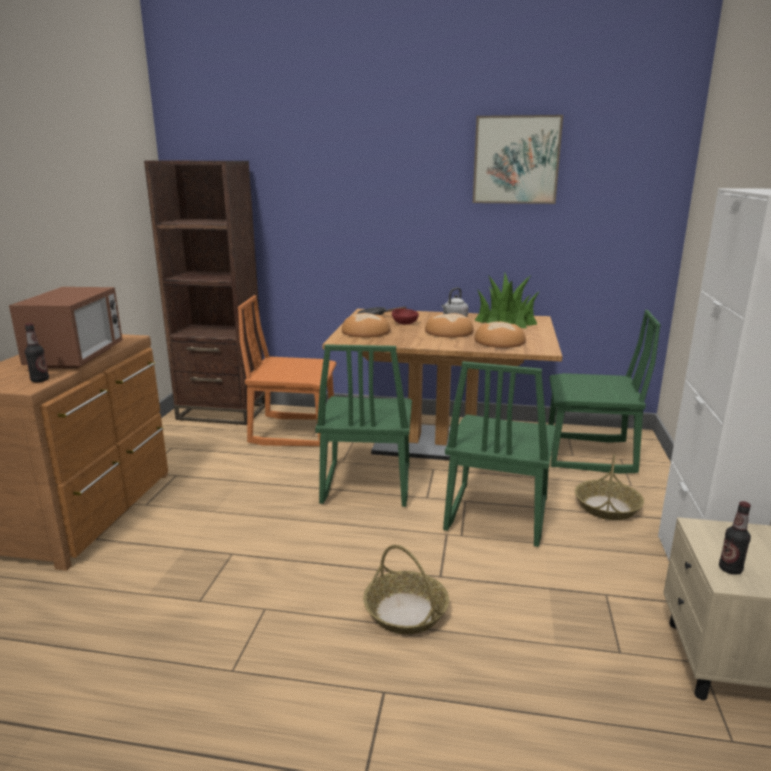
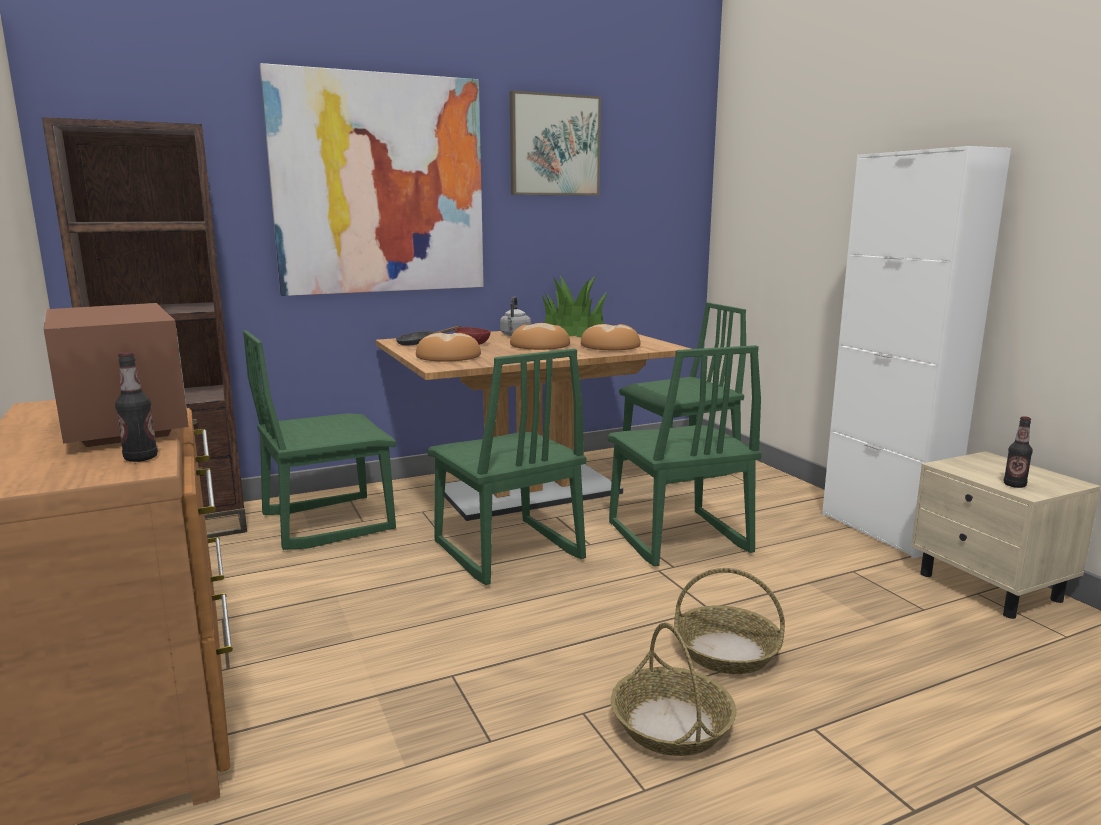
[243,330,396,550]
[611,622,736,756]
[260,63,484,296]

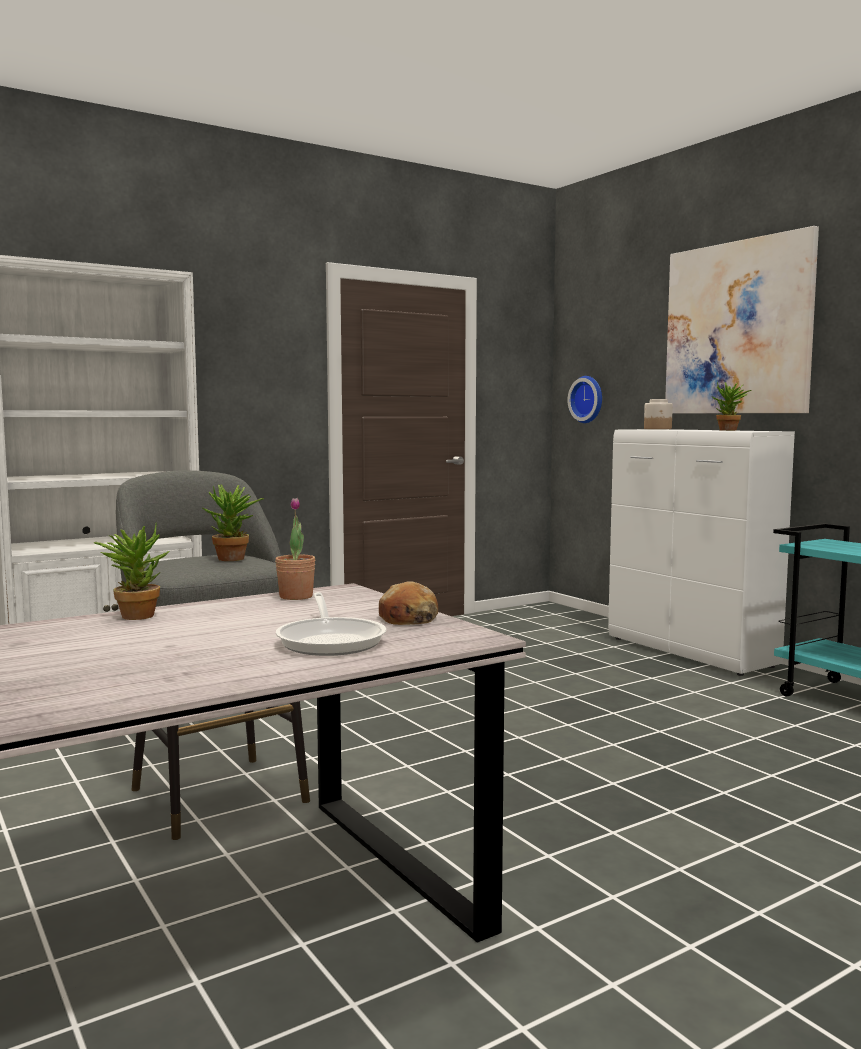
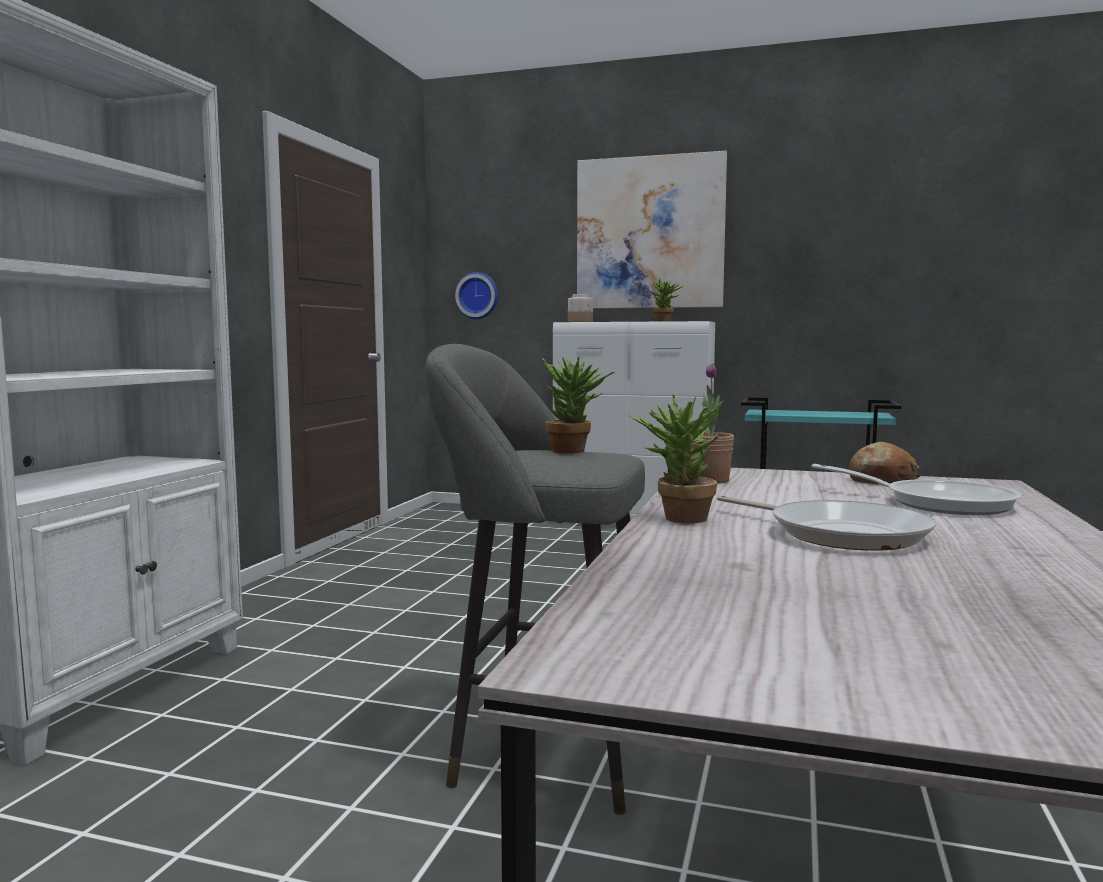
[717,495,937,551]

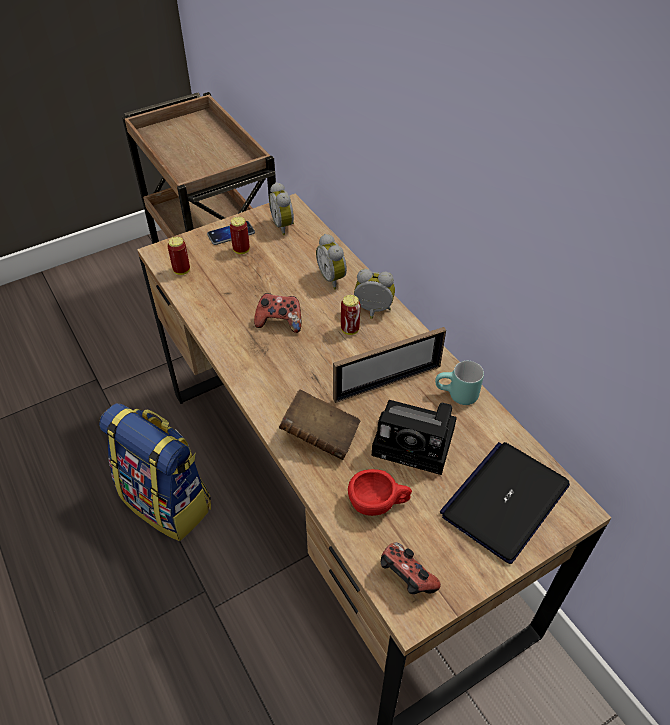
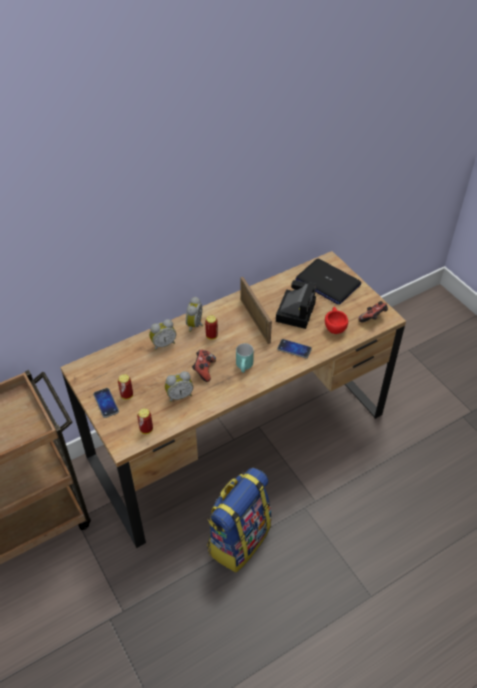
[165,371,193,402]
[236,343,254,373]
[277,339,312,358]

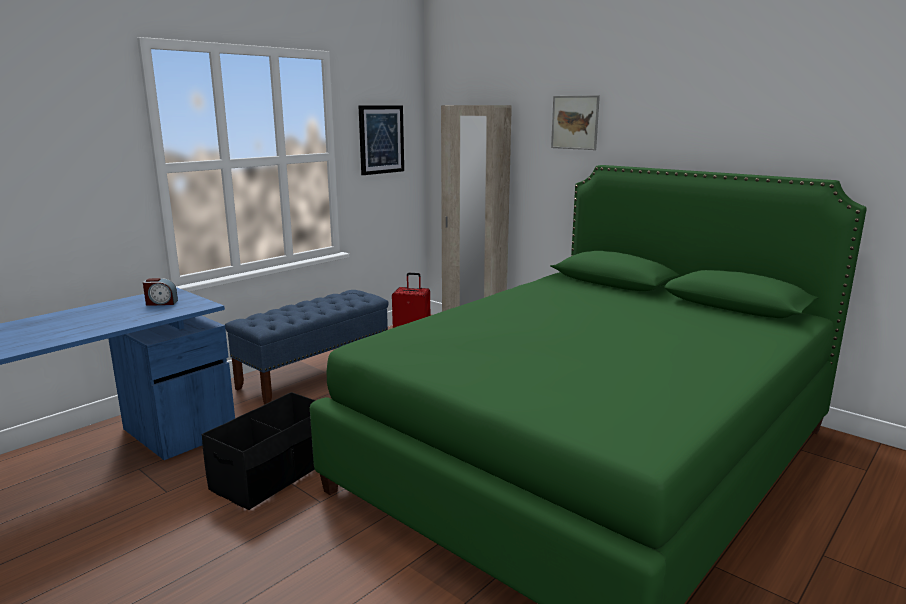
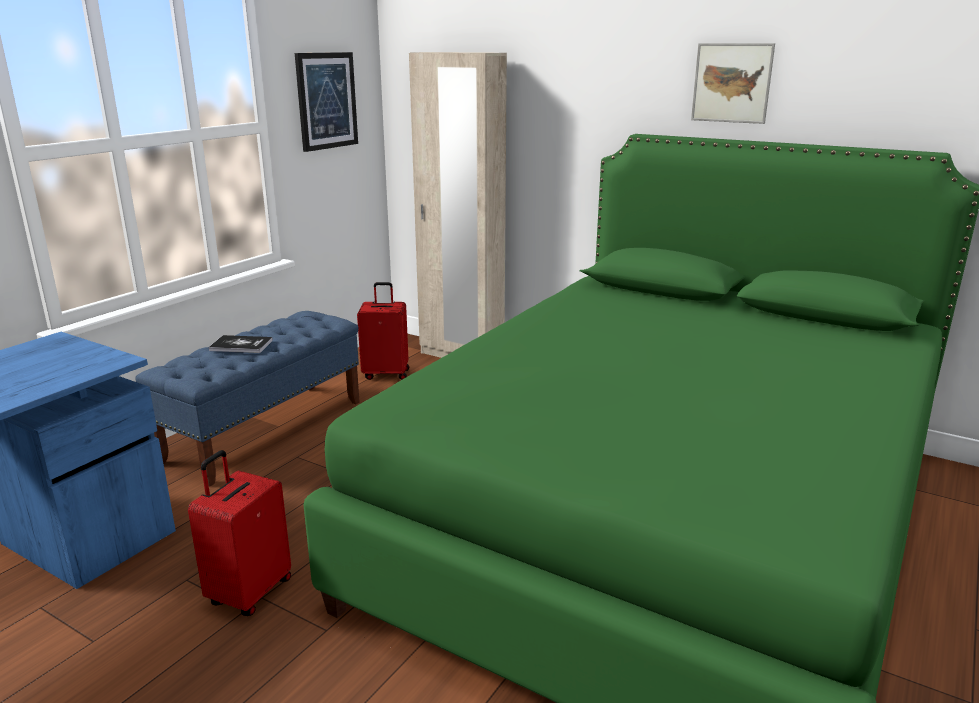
[691,43,775,124]
[143,278,178,306] (first image)
[188,450,291,616]
[208,335,273,353]

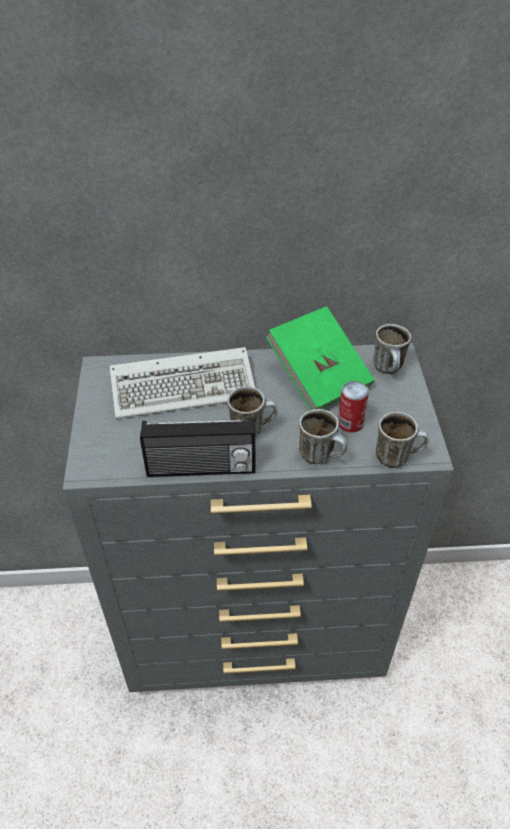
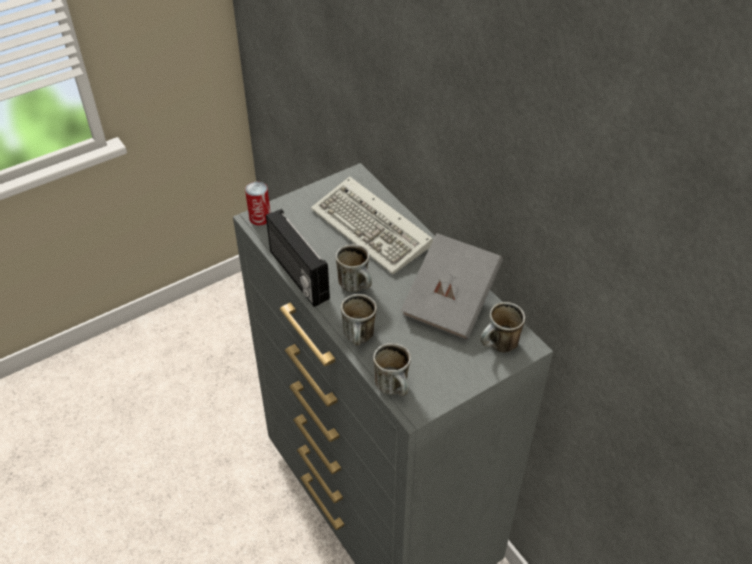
[400,233,503,340]
[245,181,271,226]

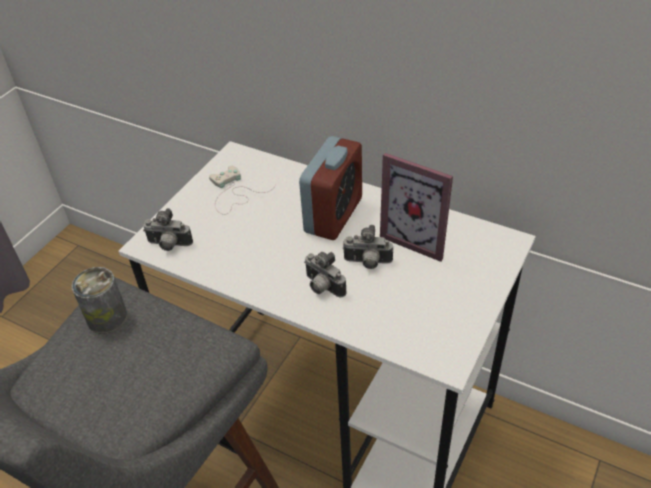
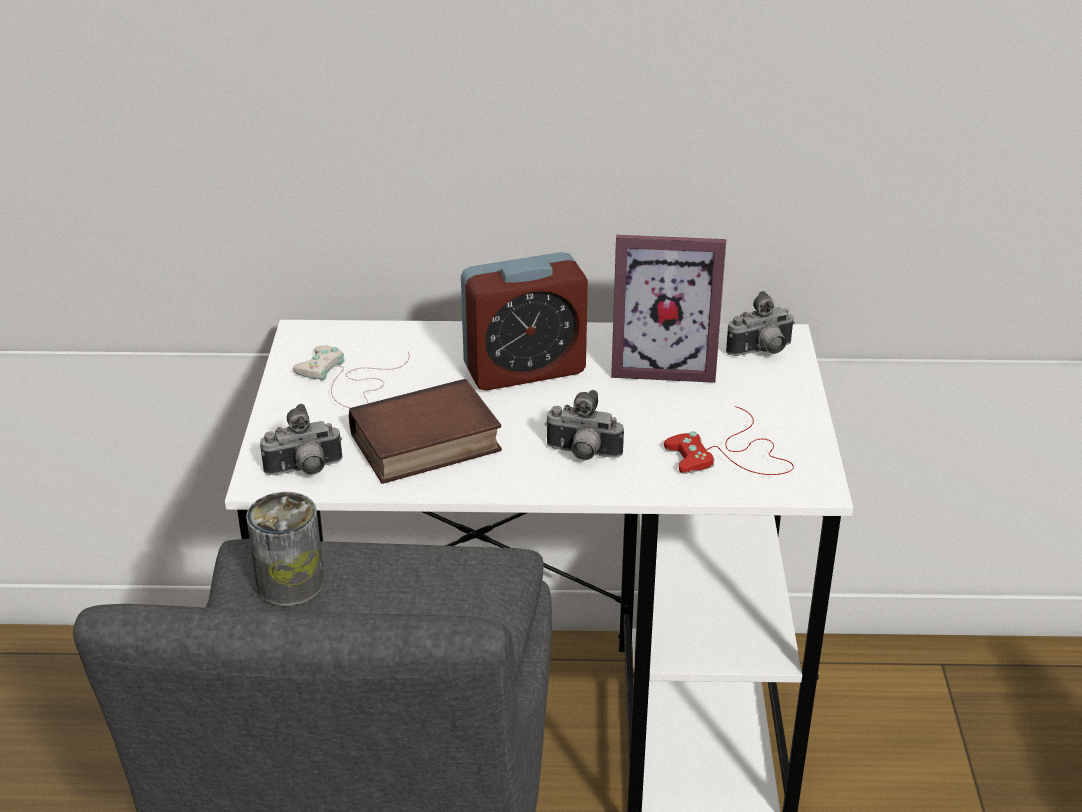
[461,252,588,391]
[726,291,795,356]
[349,379,502,484]
[664,406,794,475]

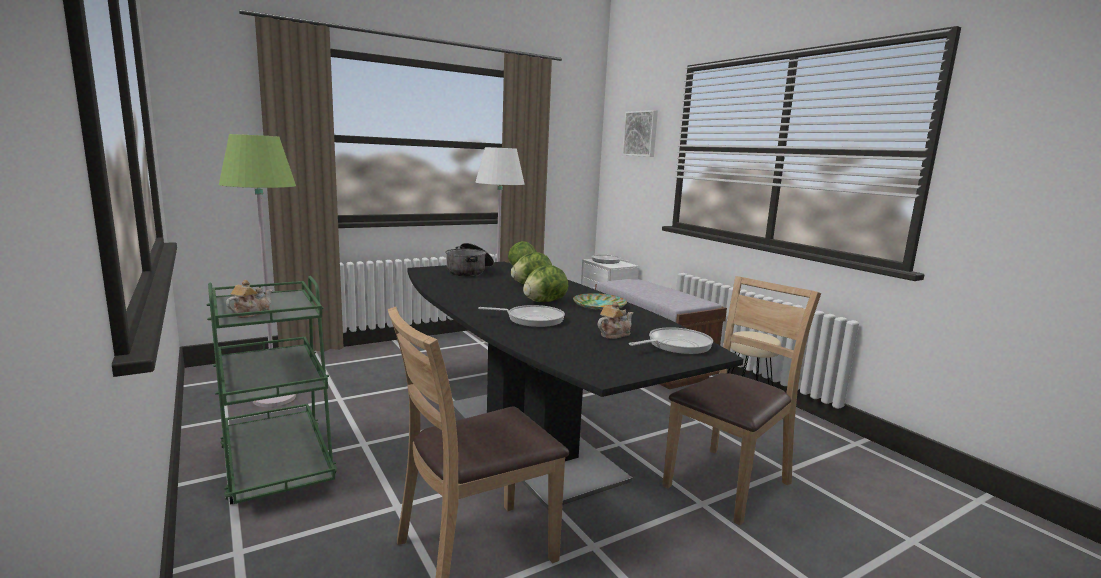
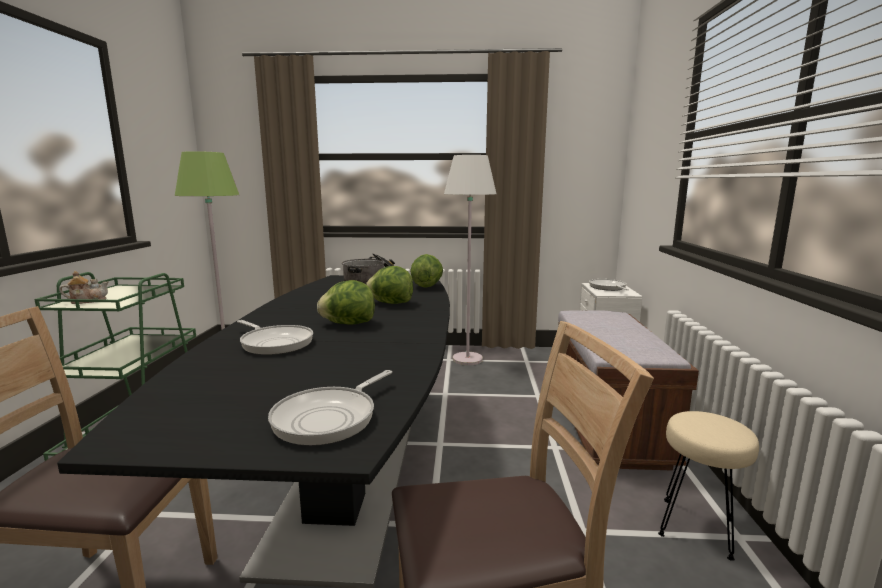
[622,110,658,157] (first image)
[573,293,627,310] (first image)
[598,302,633,339] (first image)
[268,370,392,446]

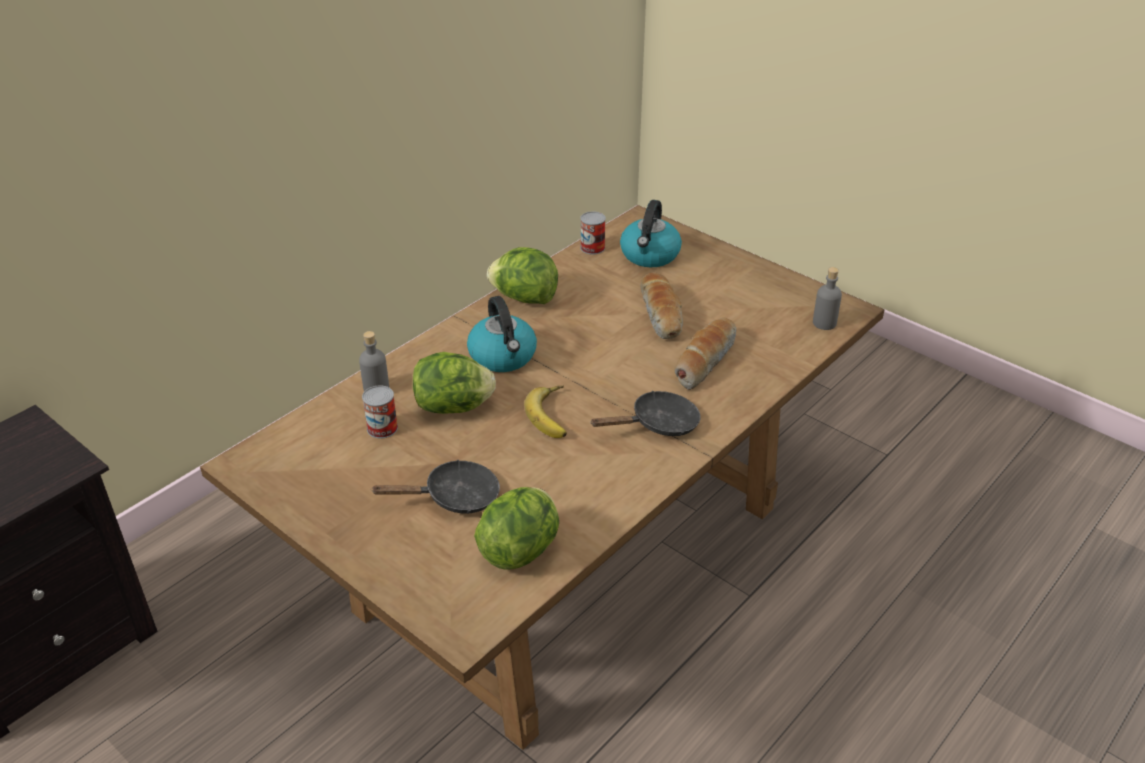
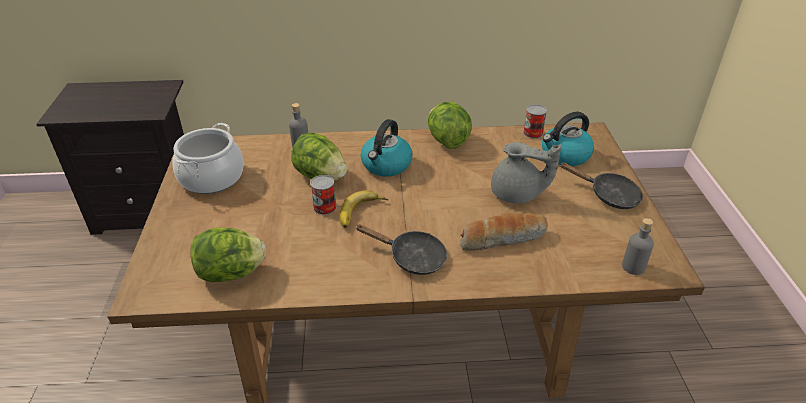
[491,142,561,203]
[310,175,336,215]
[560,162,643,209]
[172,123,244,194]

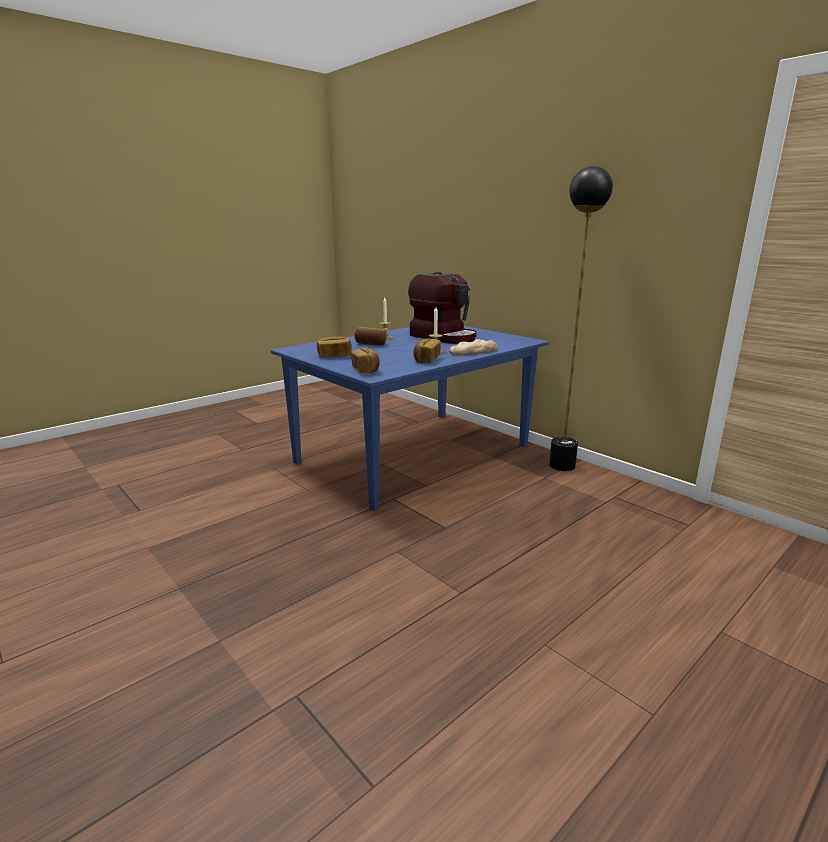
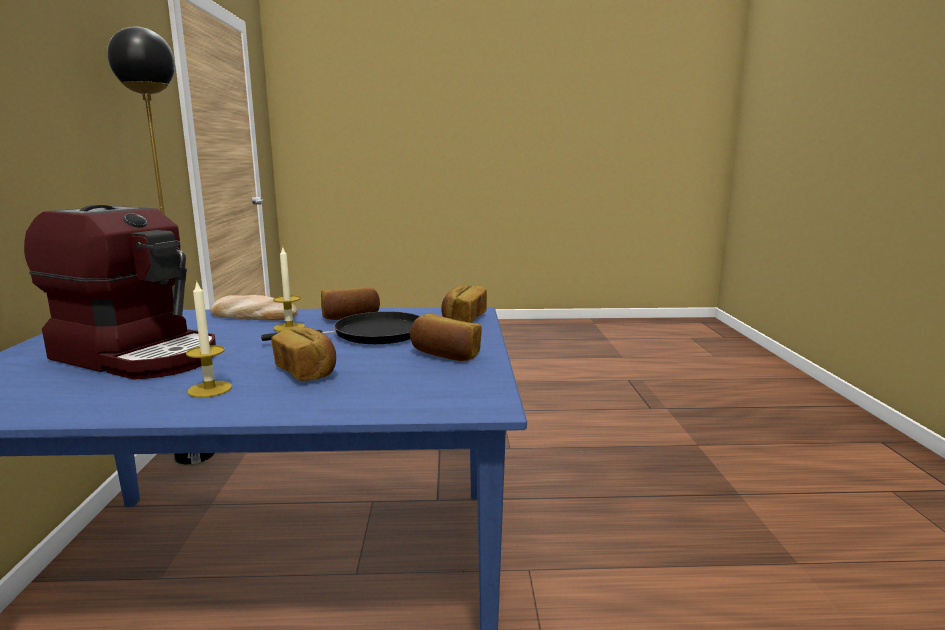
[24,205,216,380]
[261,311,420,344]

